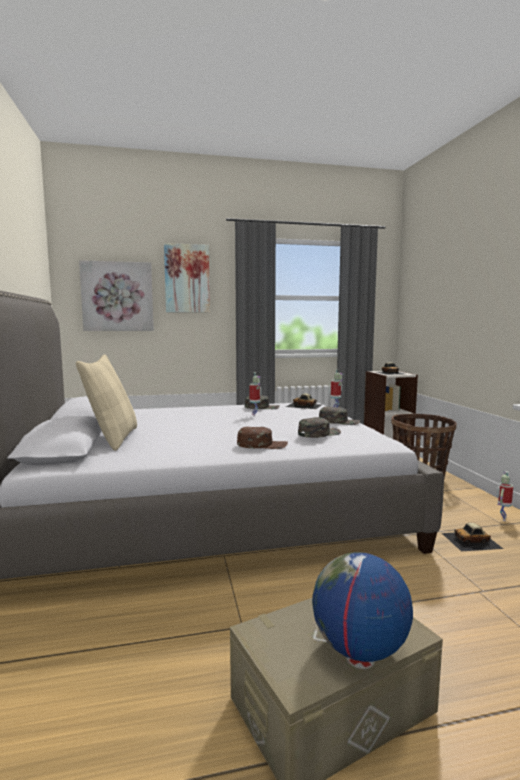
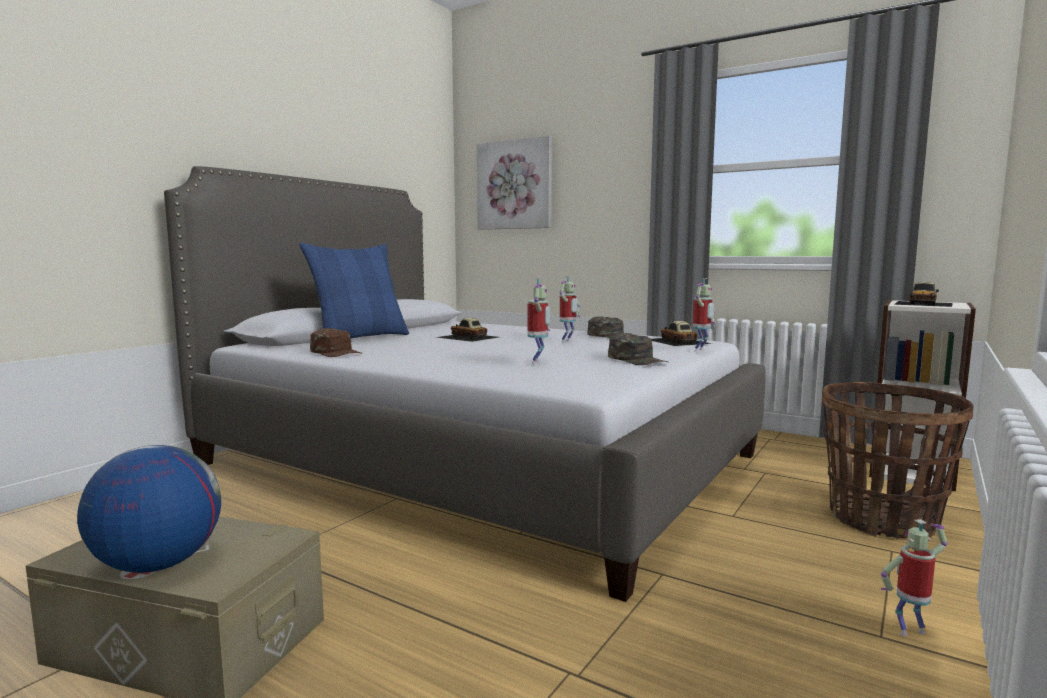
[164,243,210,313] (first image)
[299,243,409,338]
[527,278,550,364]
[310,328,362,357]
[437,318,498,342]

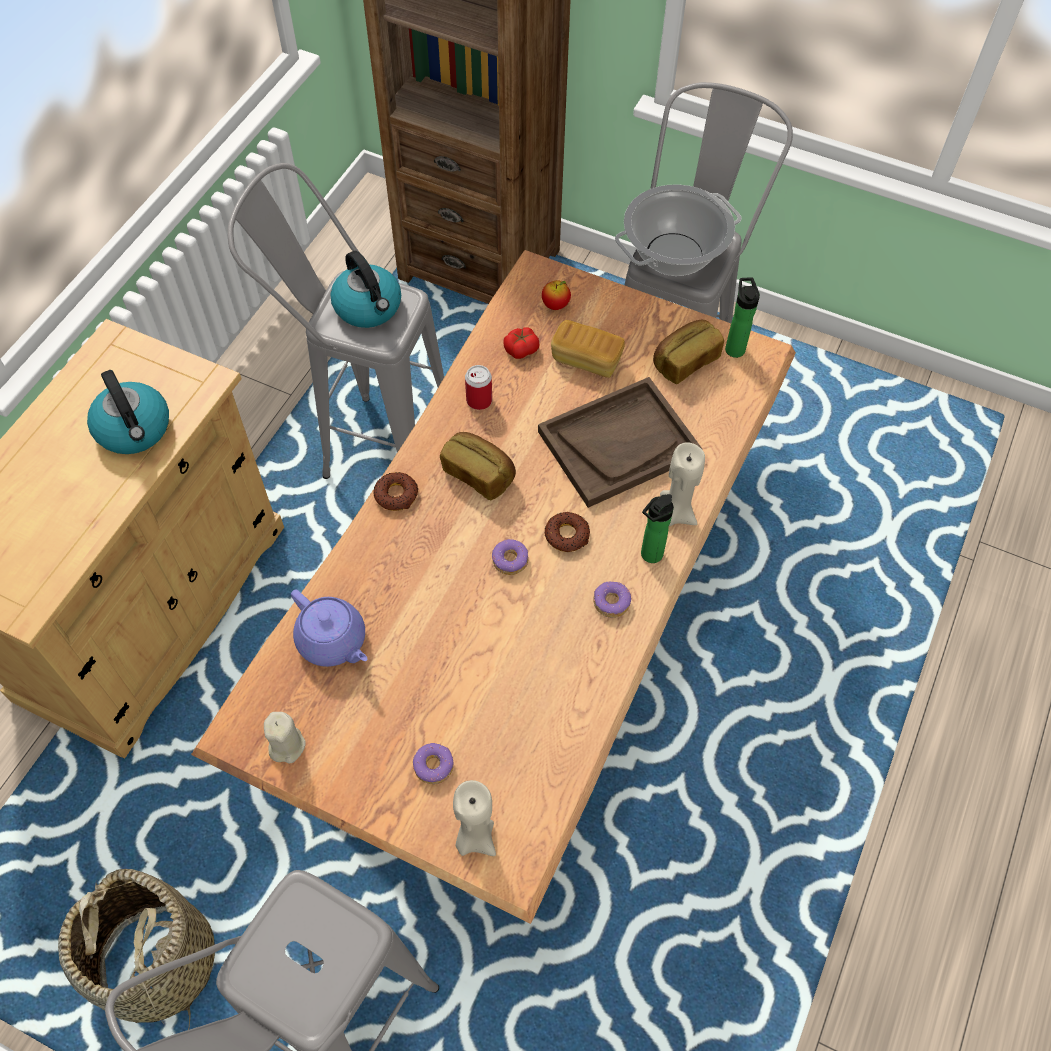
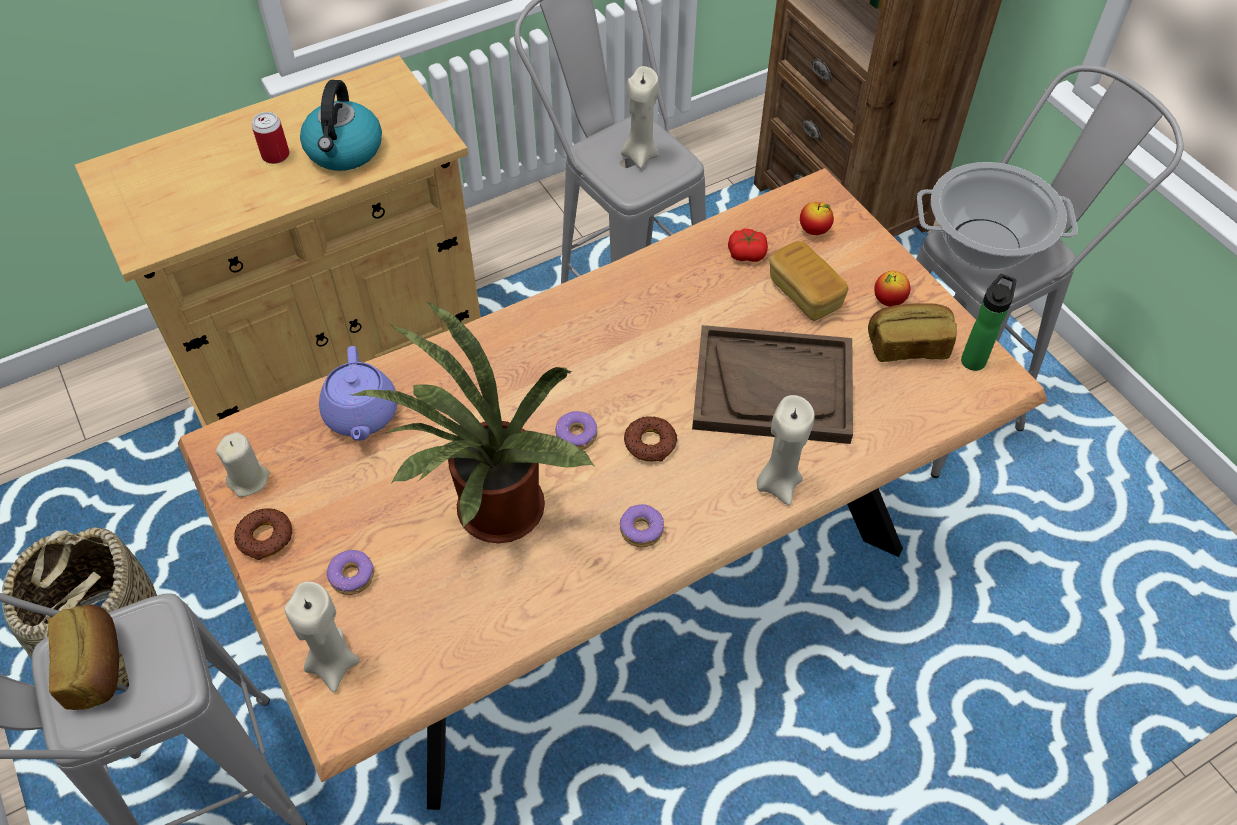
[621,66,659,168]
[252,112,290,164]
[48,605,119,710]
[234,508,293,560]
[641,494,674,563] (first image)
[874,271,910,307]
[353,301,596,543]

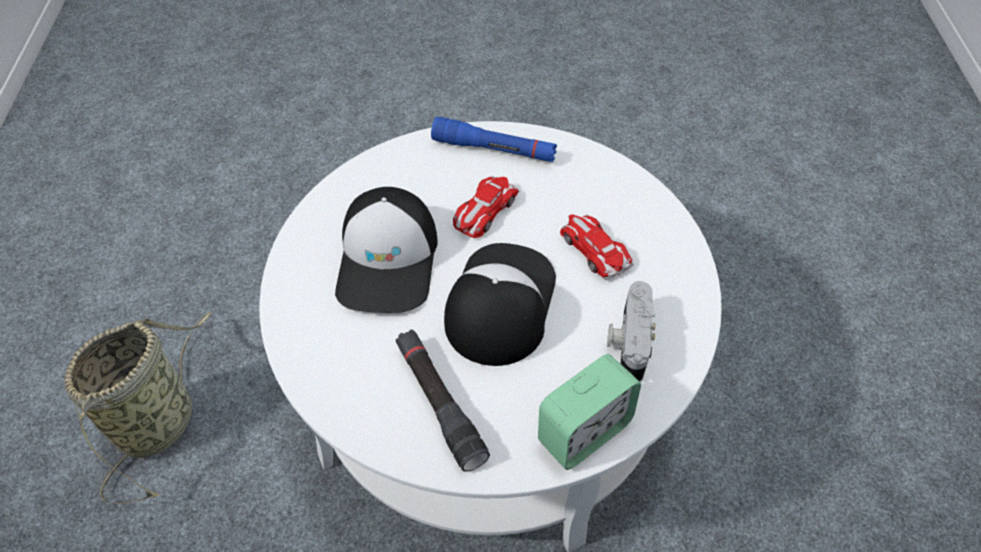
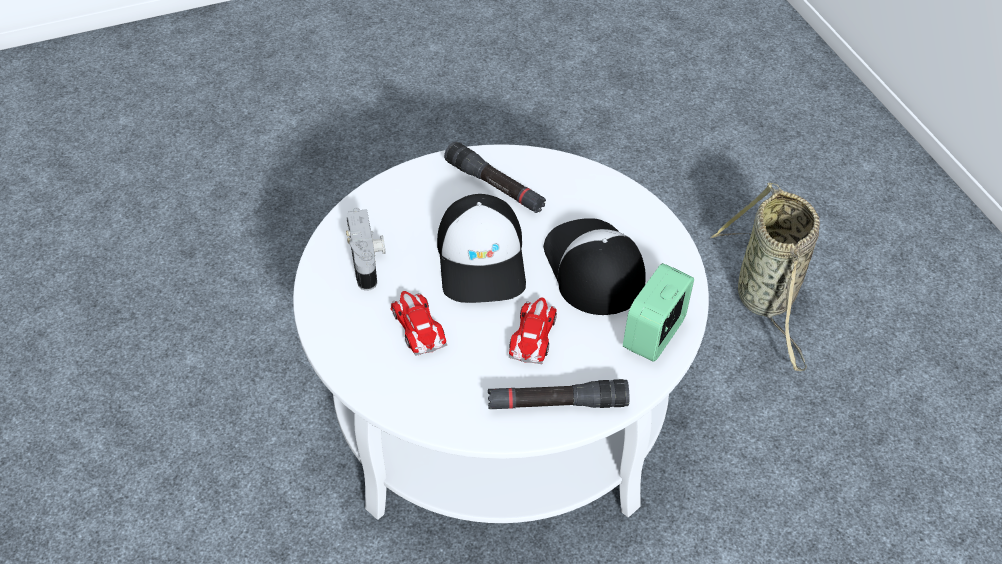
[488,379,629,409]
[391,291,447,356]
[623,263,694,362]

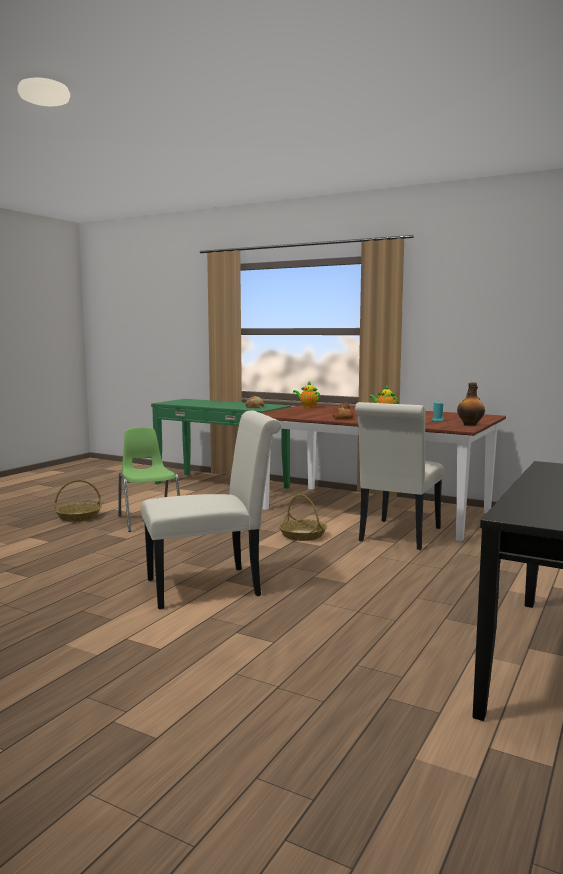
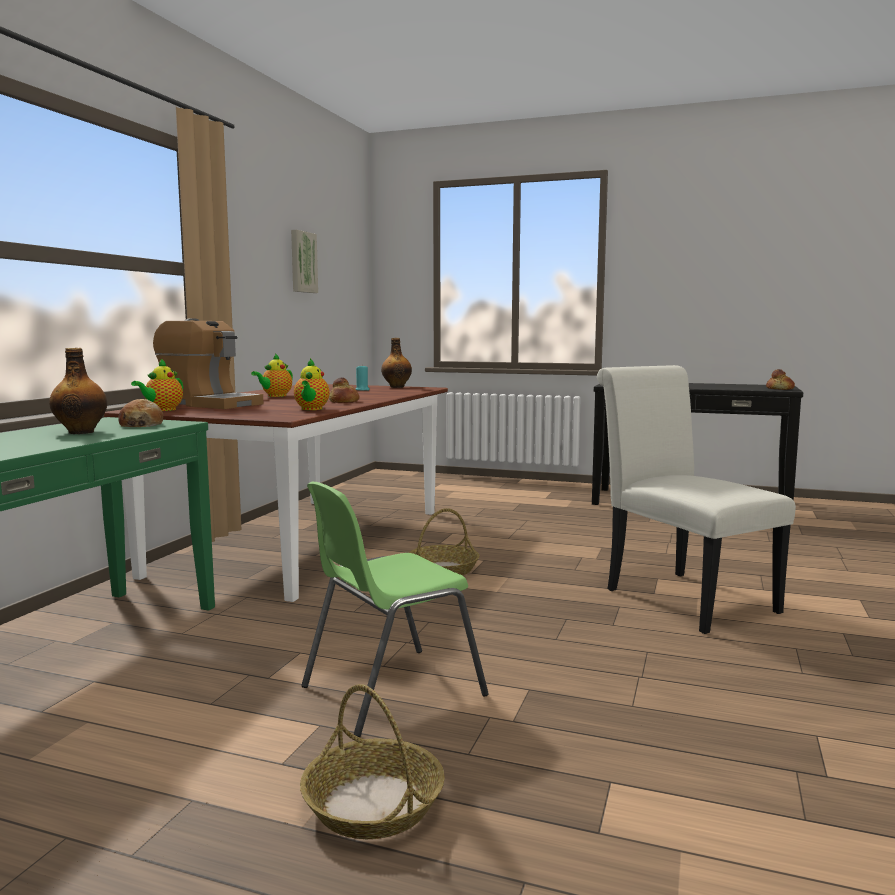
[355,402,444,550] (first image)
[291,230,318,293]
[153,318,263,409]
[49,348,107,434]
[294,358,330,410]
[766,369,795,390]

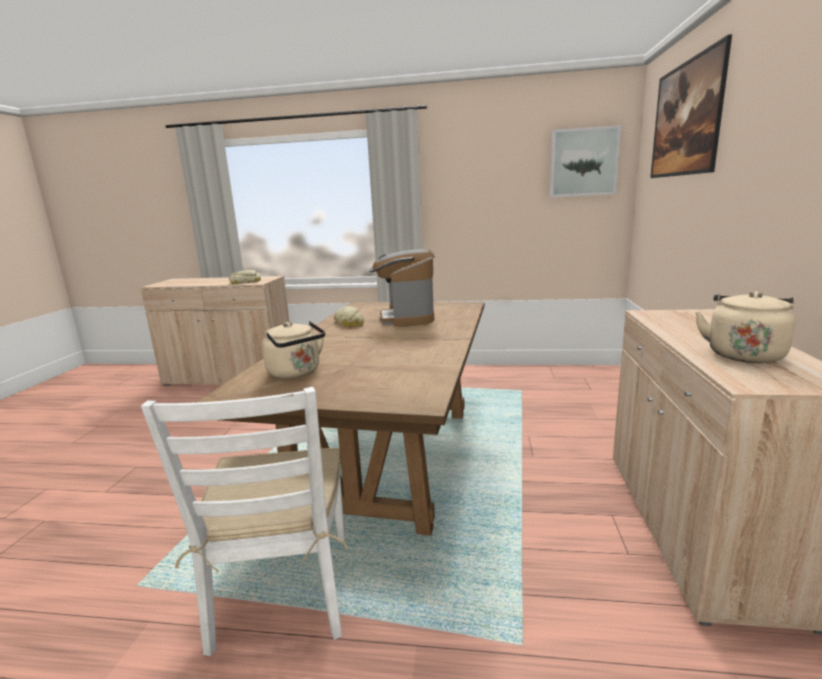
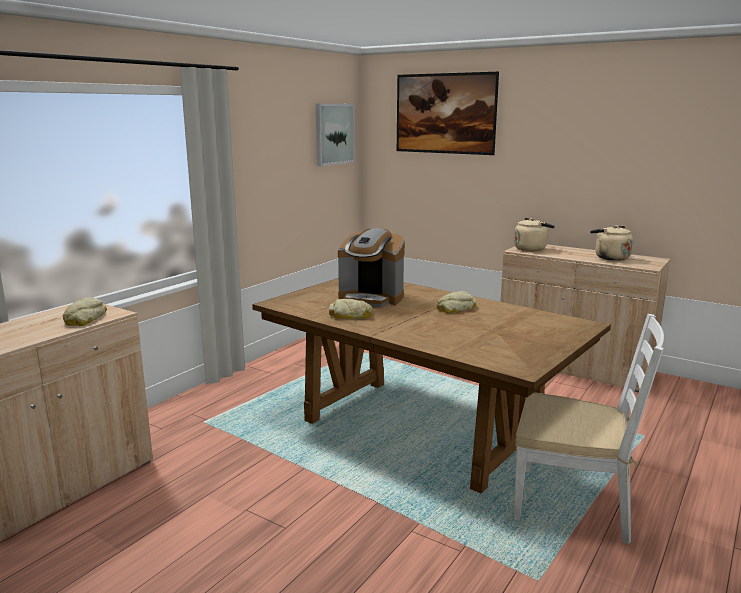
[514,218,555,251]
[437,291,476,313]

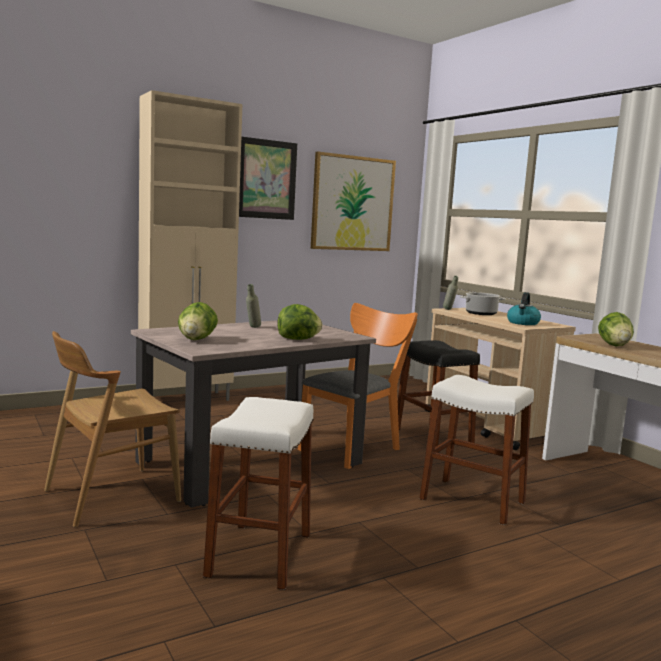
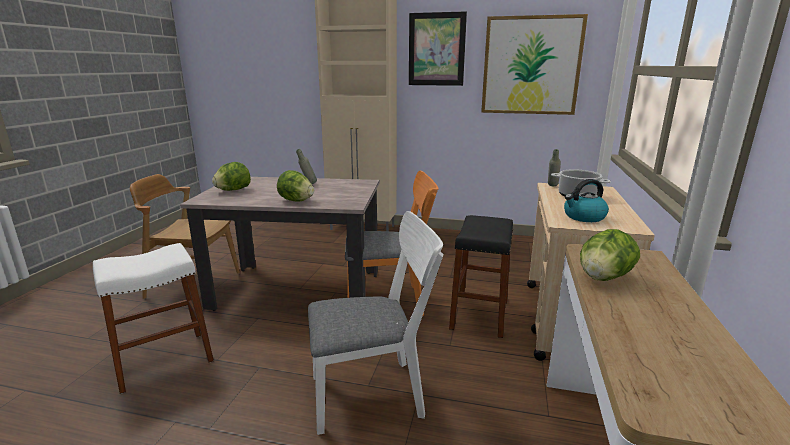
[308,211,444,435]

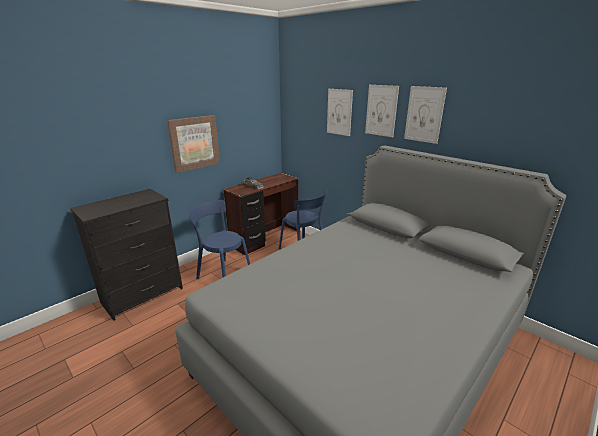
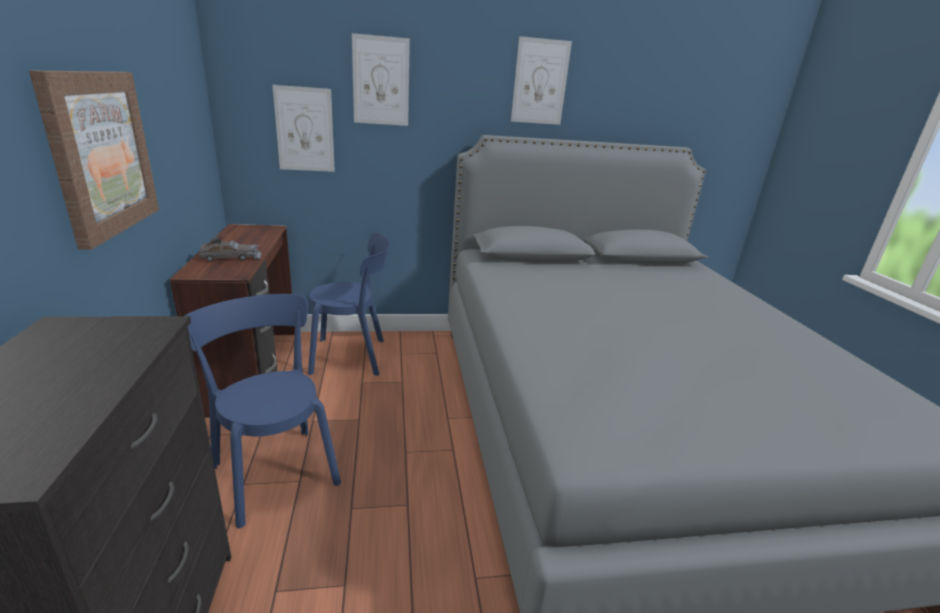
[272,85,335,172]
[185,294,341,528]

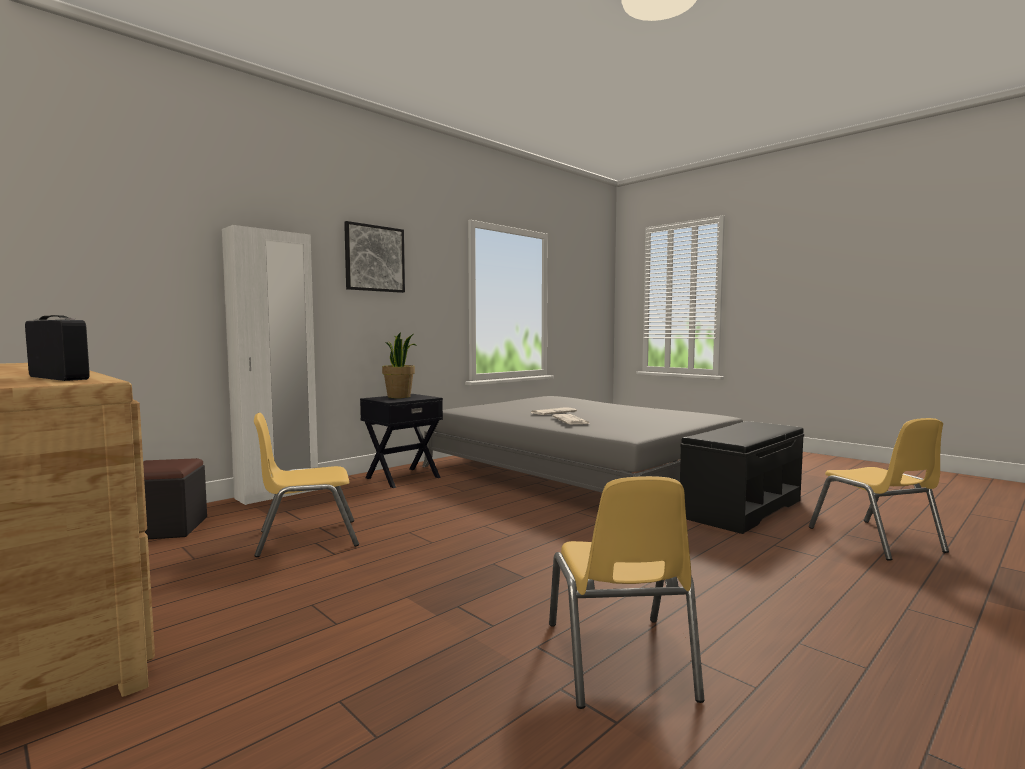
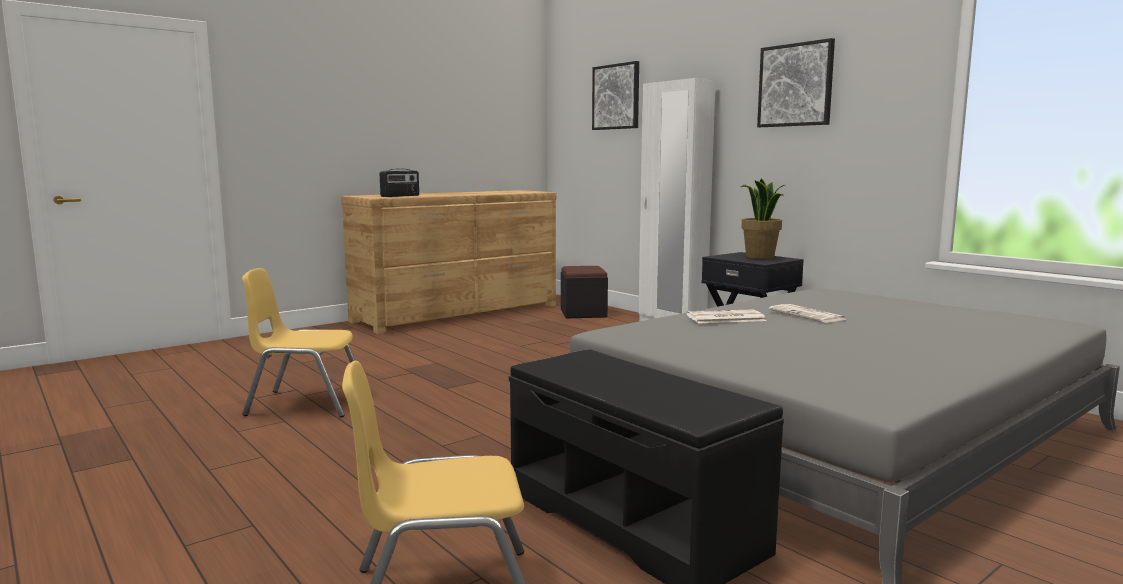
[254,413,359,557] (first image)
[592,61,639,130]

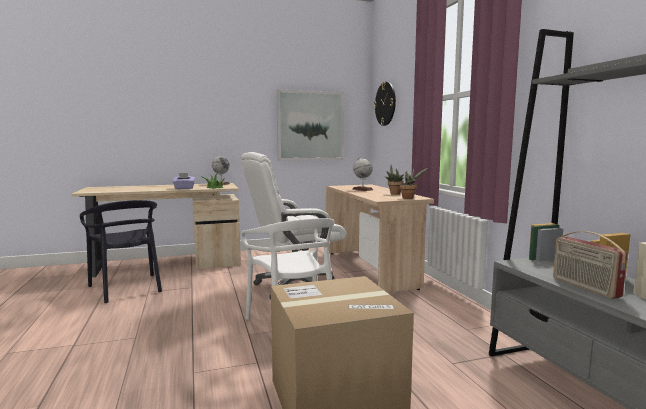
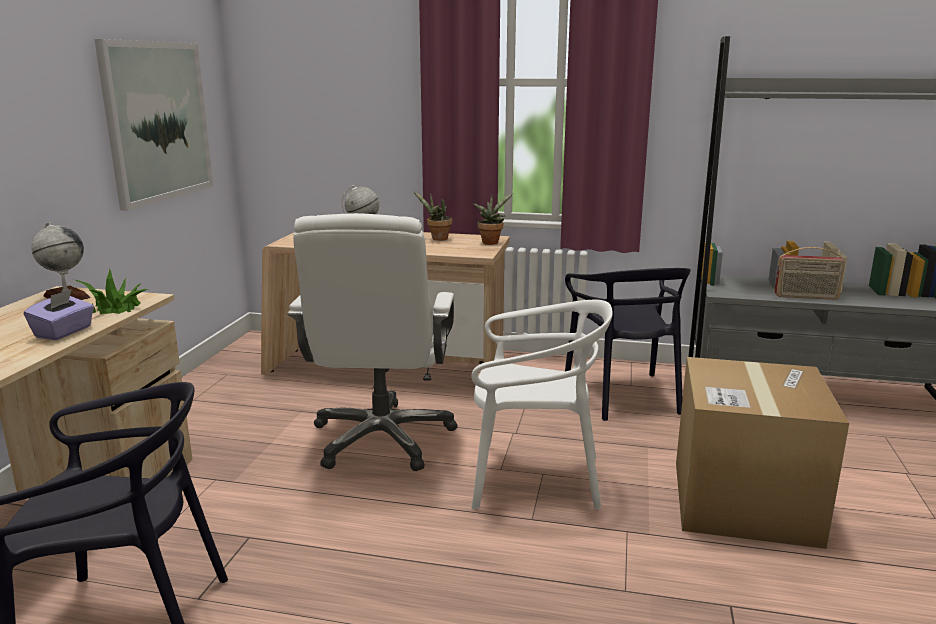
[374,82,396,126] (first image)
[565,268,691,421]

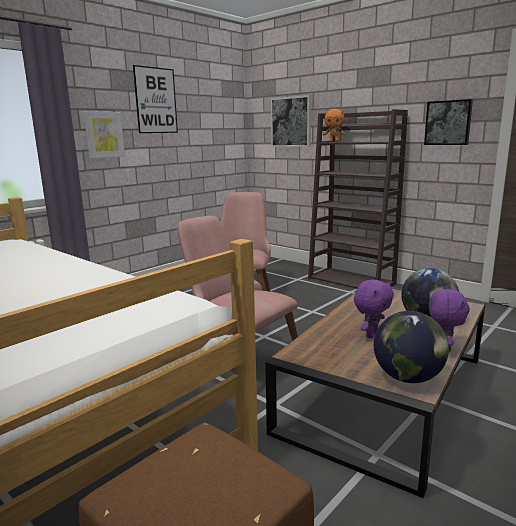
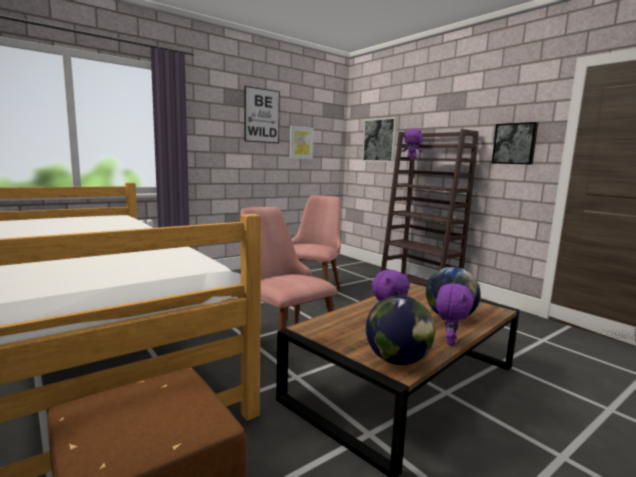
[402,129,423,158]
[290,126,314,159]

